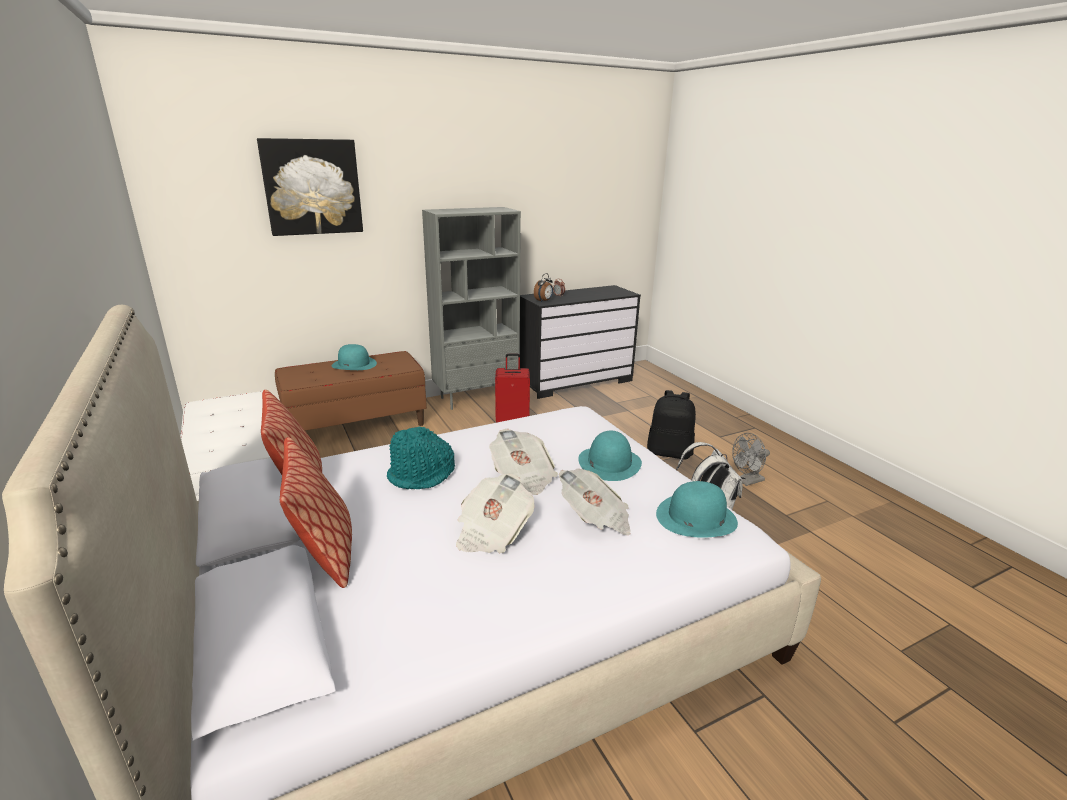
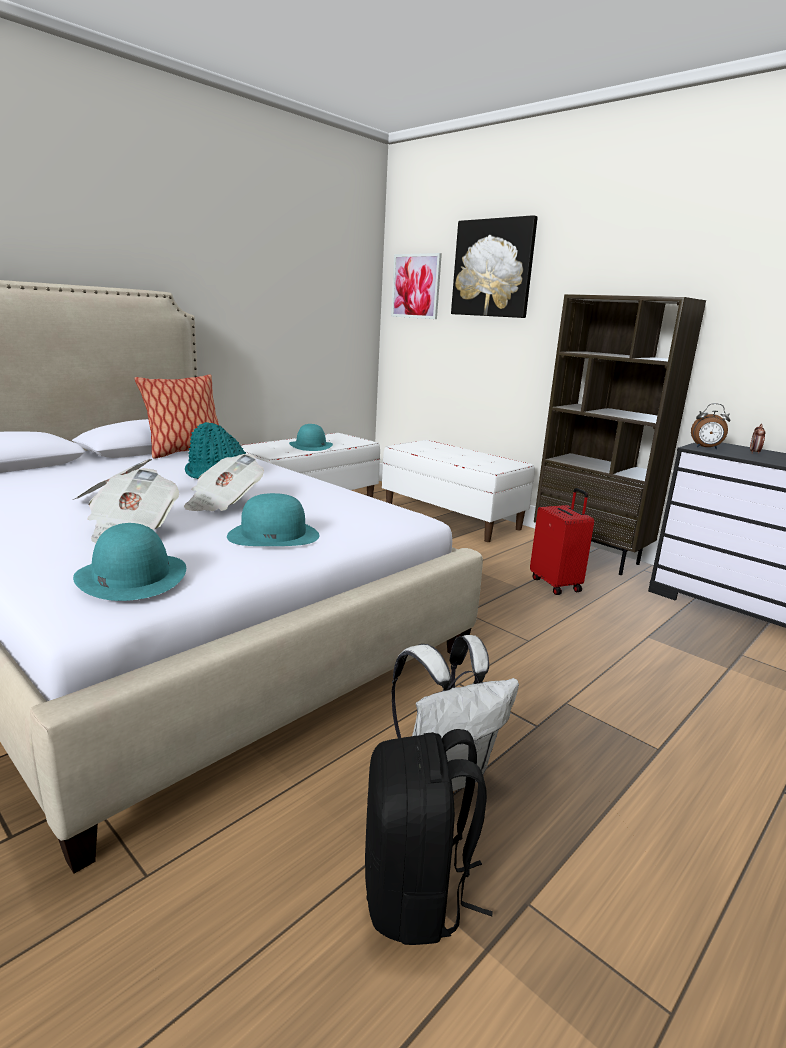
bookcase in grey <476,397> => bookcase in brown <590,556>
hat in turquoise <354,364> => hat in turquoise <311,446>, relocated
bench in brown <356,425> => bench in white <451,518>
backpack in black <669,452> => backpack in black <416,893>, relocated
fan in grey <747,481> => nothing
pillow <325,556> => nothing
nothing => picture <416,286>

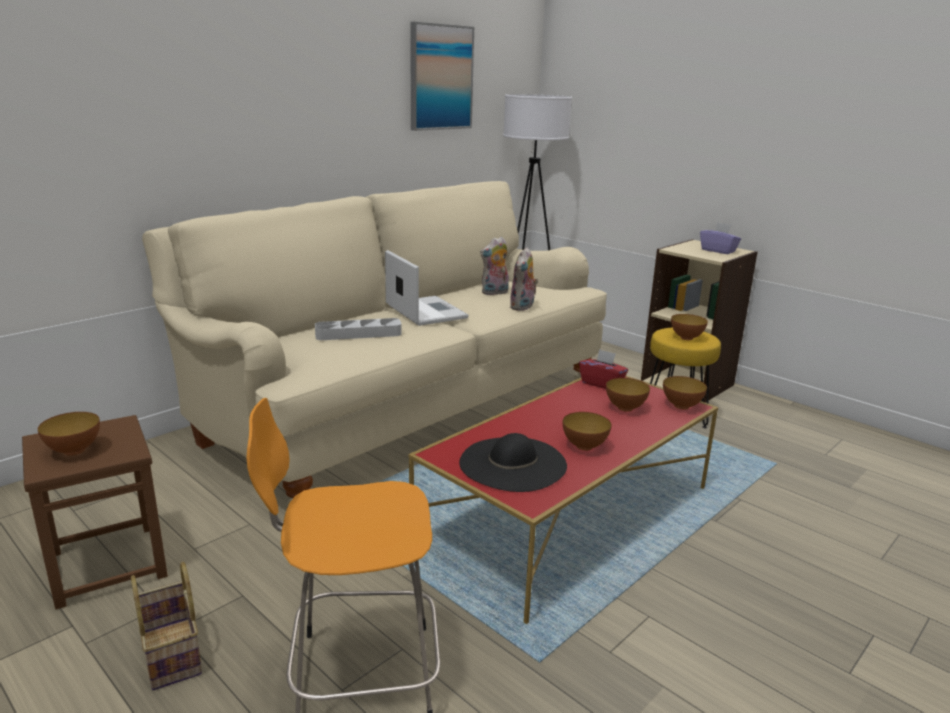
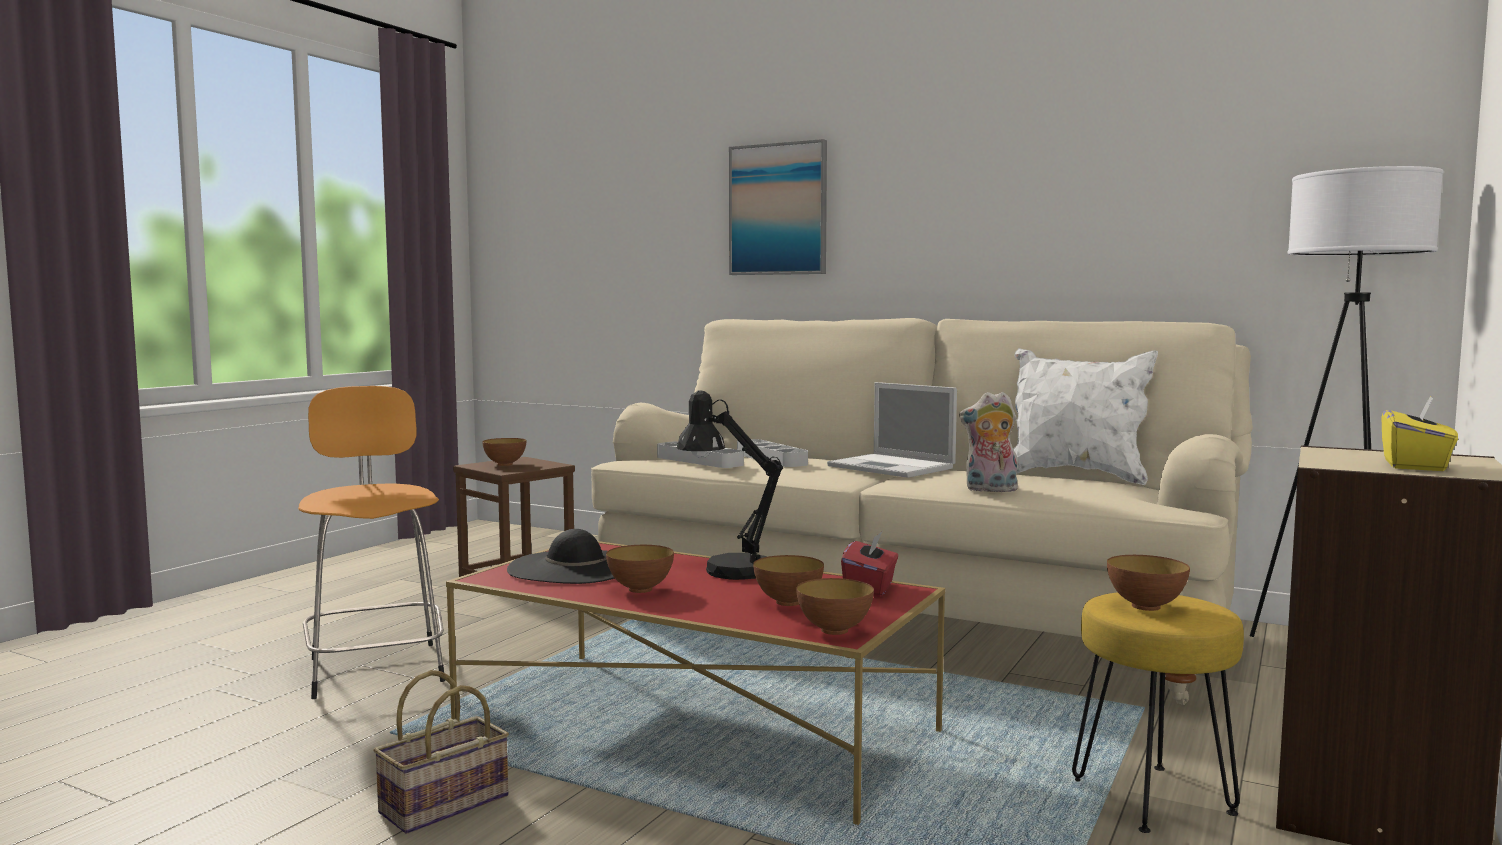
picture <440,77> => picture <778,209>, relocated
tissue box in purple <718,251> => tissue box in yellow <1415,465>
plush toy <495,293> => nothing
laptop <425,311> => laptop <893,467>, 90 degrees clockwise
basket <173,654> => basket <443,806>, relocated
nothing => pillow in white <1075,476>
nothing => table lamp in black <727,569>
nothing => tray in grey <699,461>

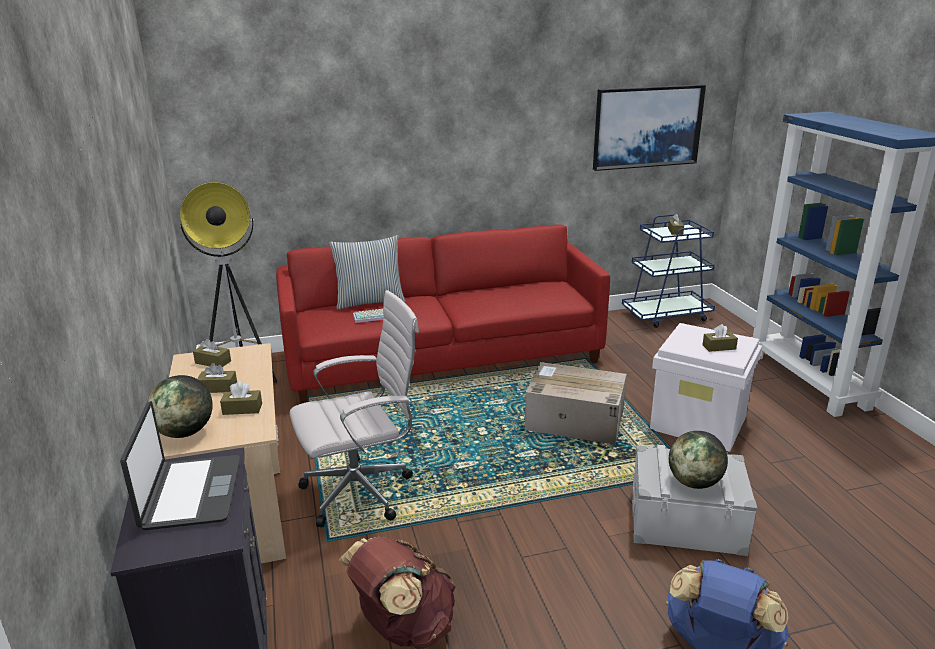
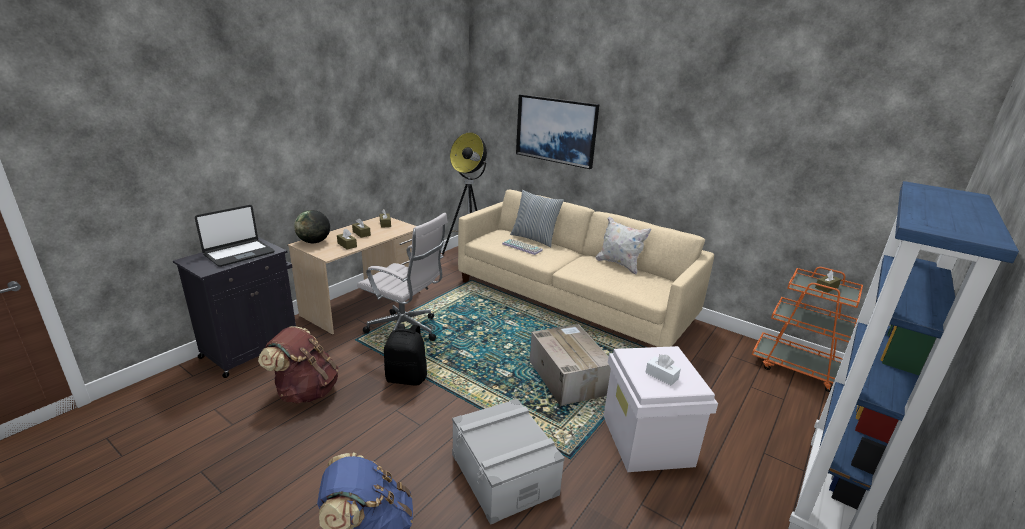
picture <647,127> => picture <556,130>, relocated
cart in blue <666,315> => cart in orange <798,368>
sofa in red <443,357> => sofa in beige <572,300>
tissue box in brown <719,347> => tissue box in white <661,375>
globe <694,483> => nothing
nothing => pillow in white <619,265>
nothing => backpack in black <407,378>

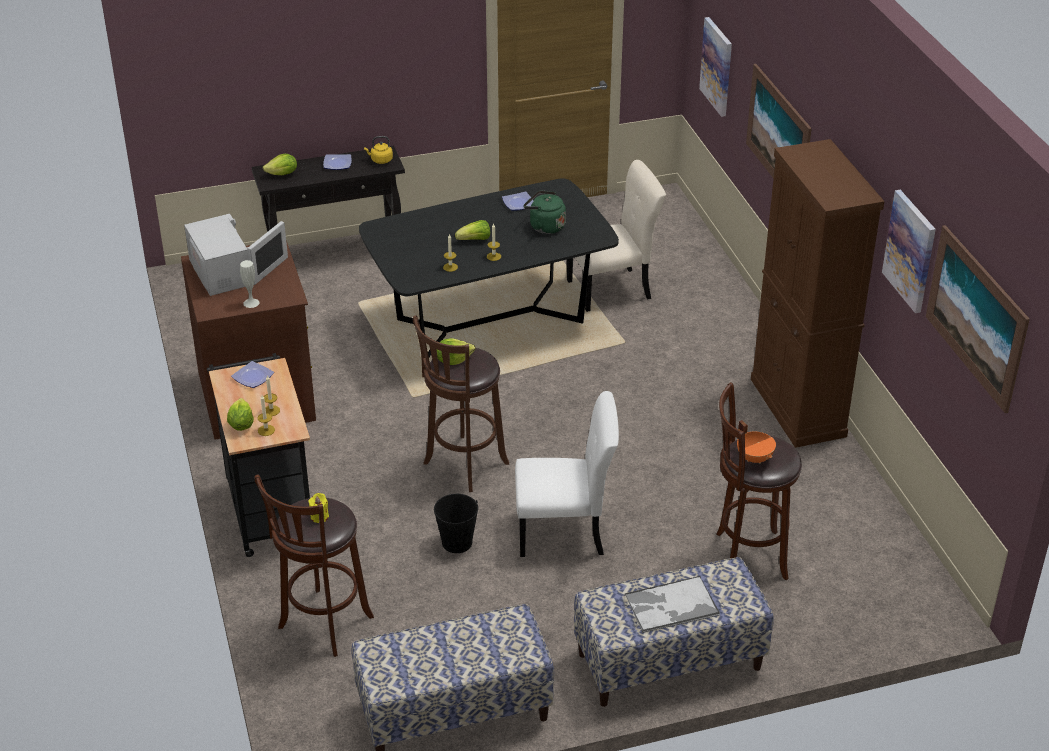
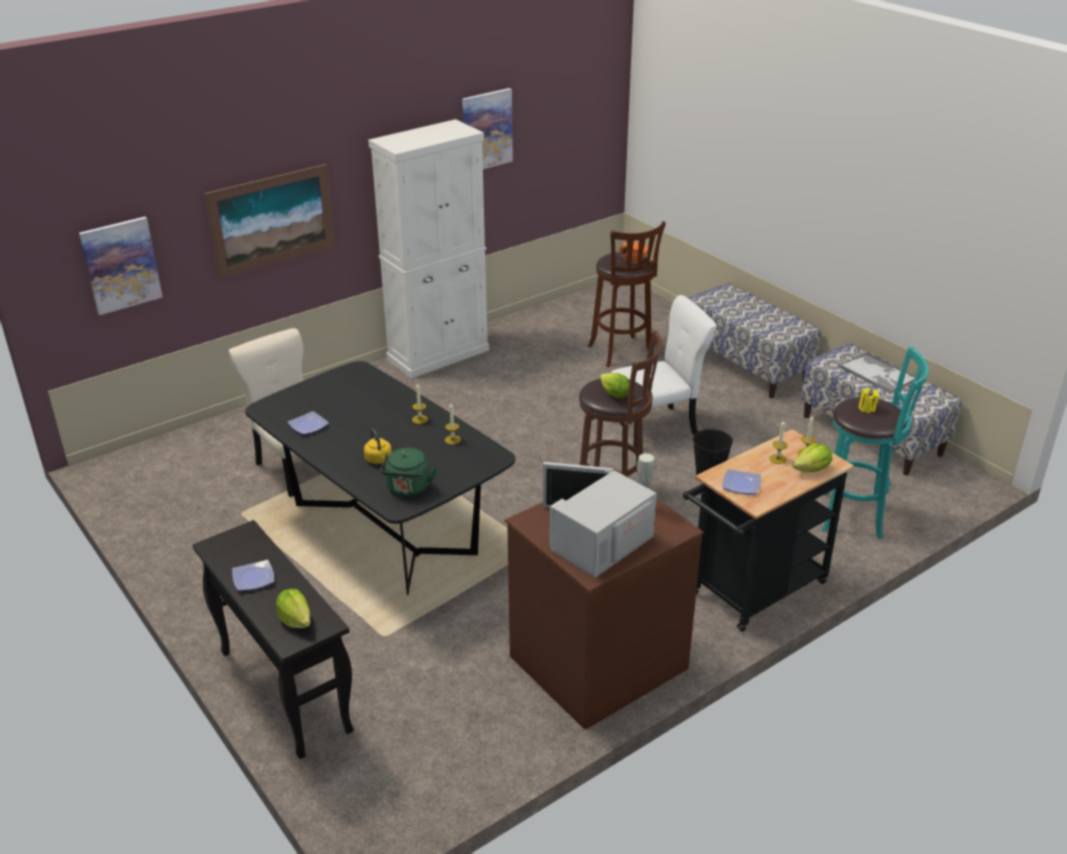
kettle in yellow <380,160> => kettle in yellow <379,460>, relocated
cabinet in brown <798,408> => cabinet in white <438,355>
kettle in green <545,226> => kettle in green <408,489>, relocated
lettuce <475,240> => nothing
picture <976,317> => nothing
chair in white <565,533> => chair in white <657,427>, 90 degrees clockwise
stool in brown <322,625> => stool in turquoise <856,516>
tray <670,606> => tray <878,374>, relocated

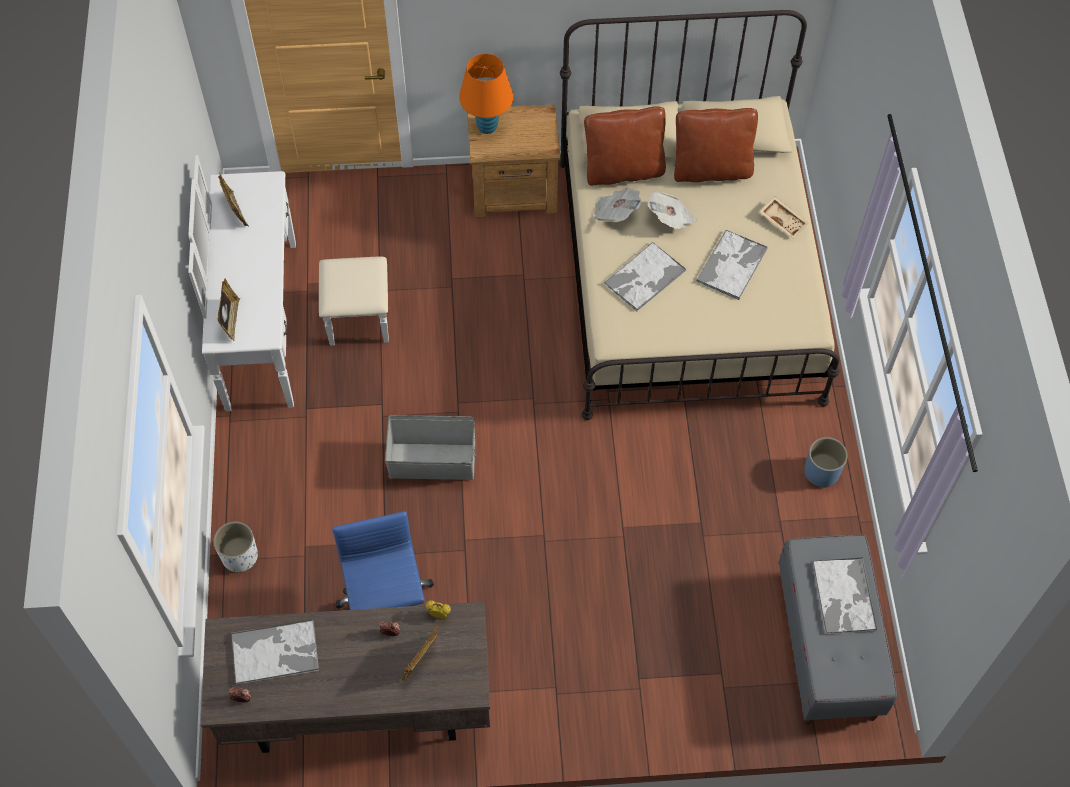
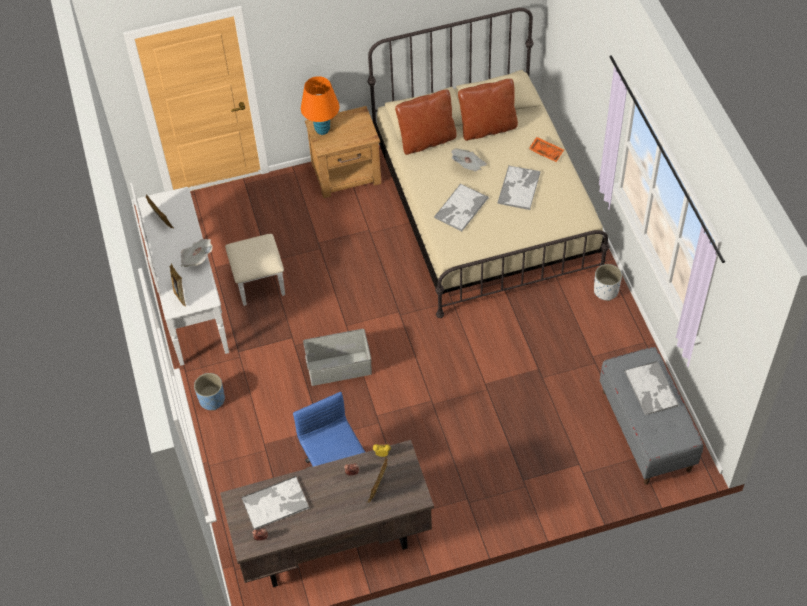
newspaper <615,213> => newspaper <196,258>, relocated
tray in beige <783,220> => tray in orange <546,152>
planter in blue <821,472> => planter in blue <212,399>, relocated
planter in white <240,556> => planter in white <606,291>, relocated

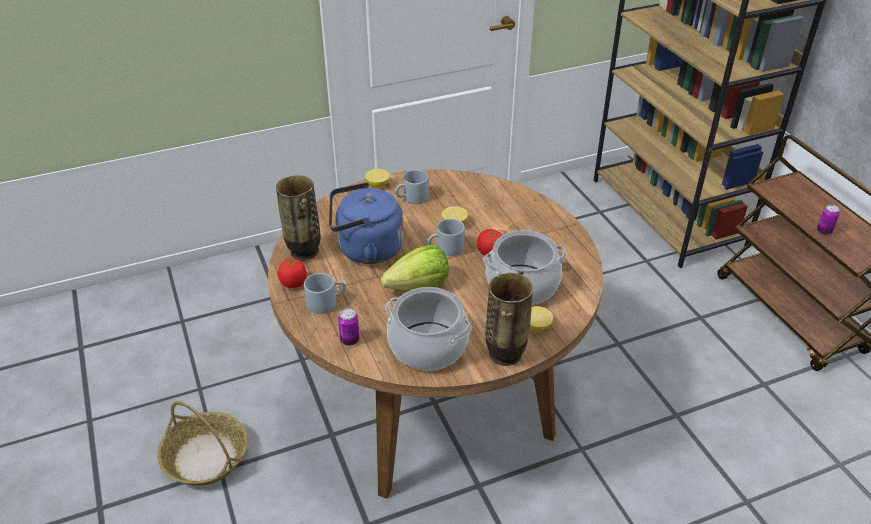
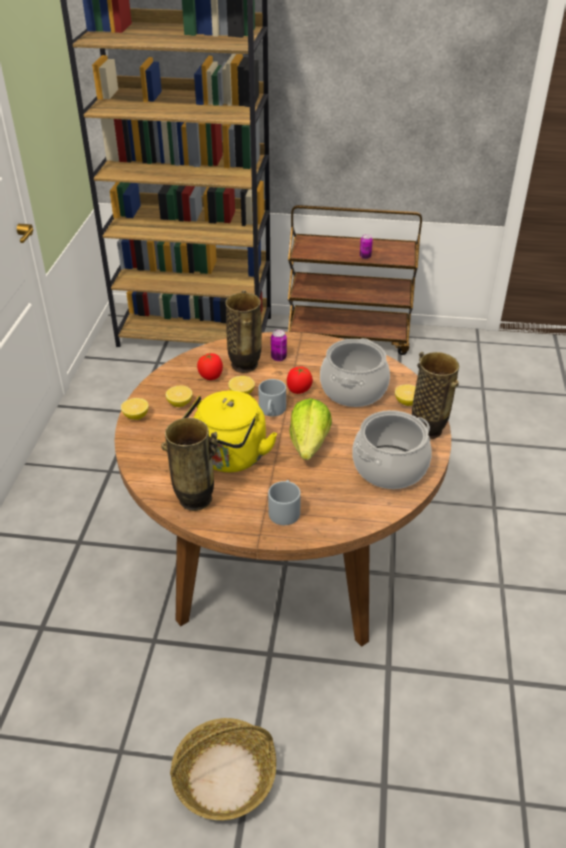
mug in grey <412,198> => lemon <180,403>
kettle in blue <366,249> => kettle in yellow <229,458>
tomato <294,283> => tomato <211,376>, relocated
can <350,340> => can <278,358>, relocated
nothing => vase <245,365>

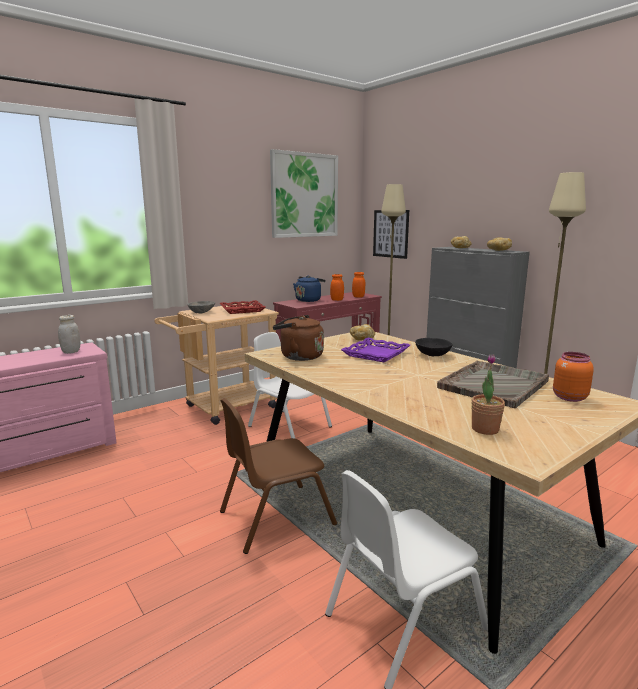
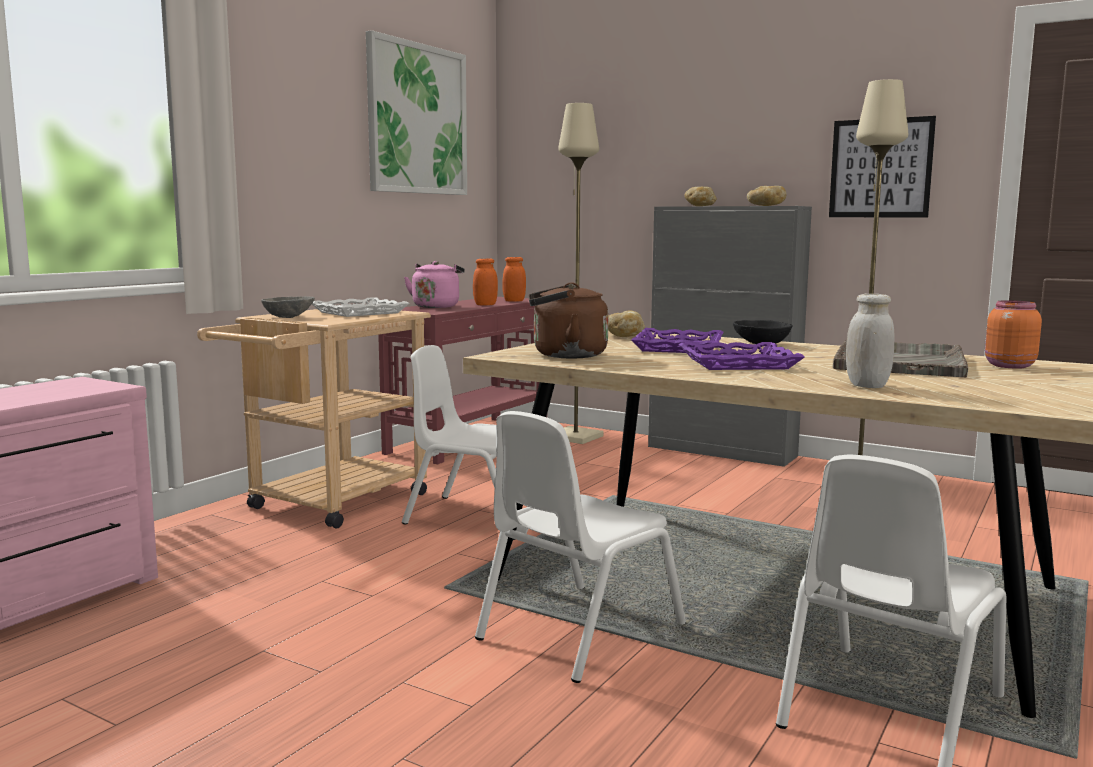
picture <390,233> => picture <880,168>, relocated
kettle in blue <309,300> => kettle in pink <436,306>
tray in red <242,310> => tray in white <359,312>
jar in white <71,352> => jar in white <867,385>, relocated
potted plant <485,429> => nothing
chair in brown <275,517> => chair in white <578,631>
nothing => tray in purple <738,364>

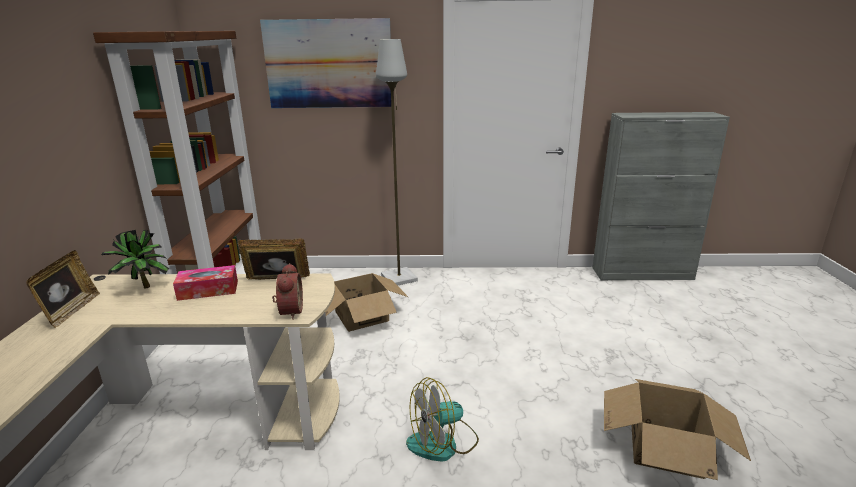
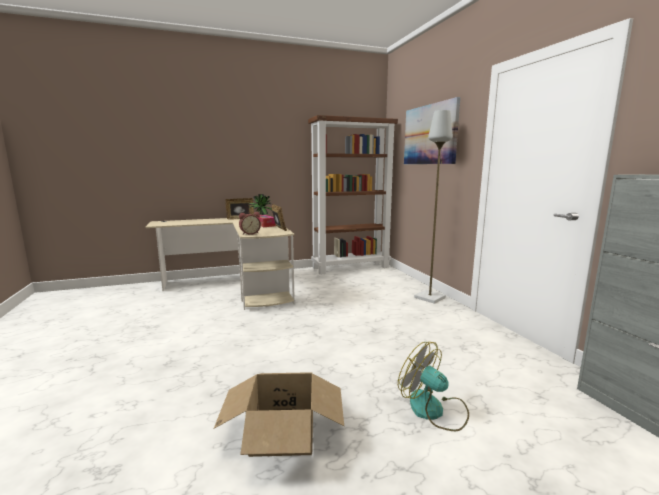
cardboard box <361,316> => nothing
fan <443,443> => fan <434,410>, relocated

